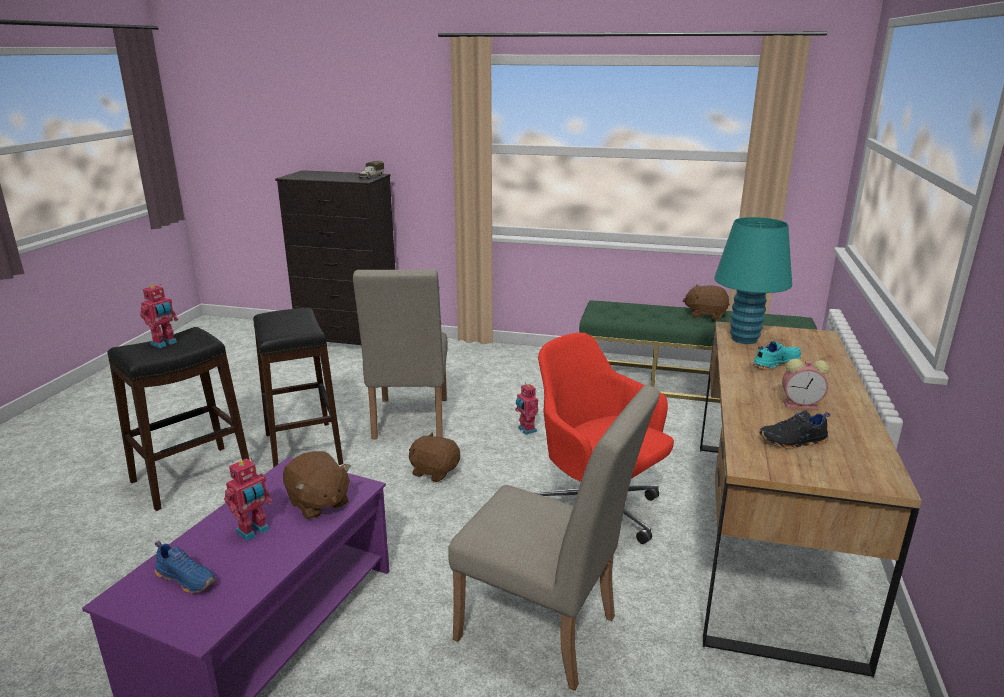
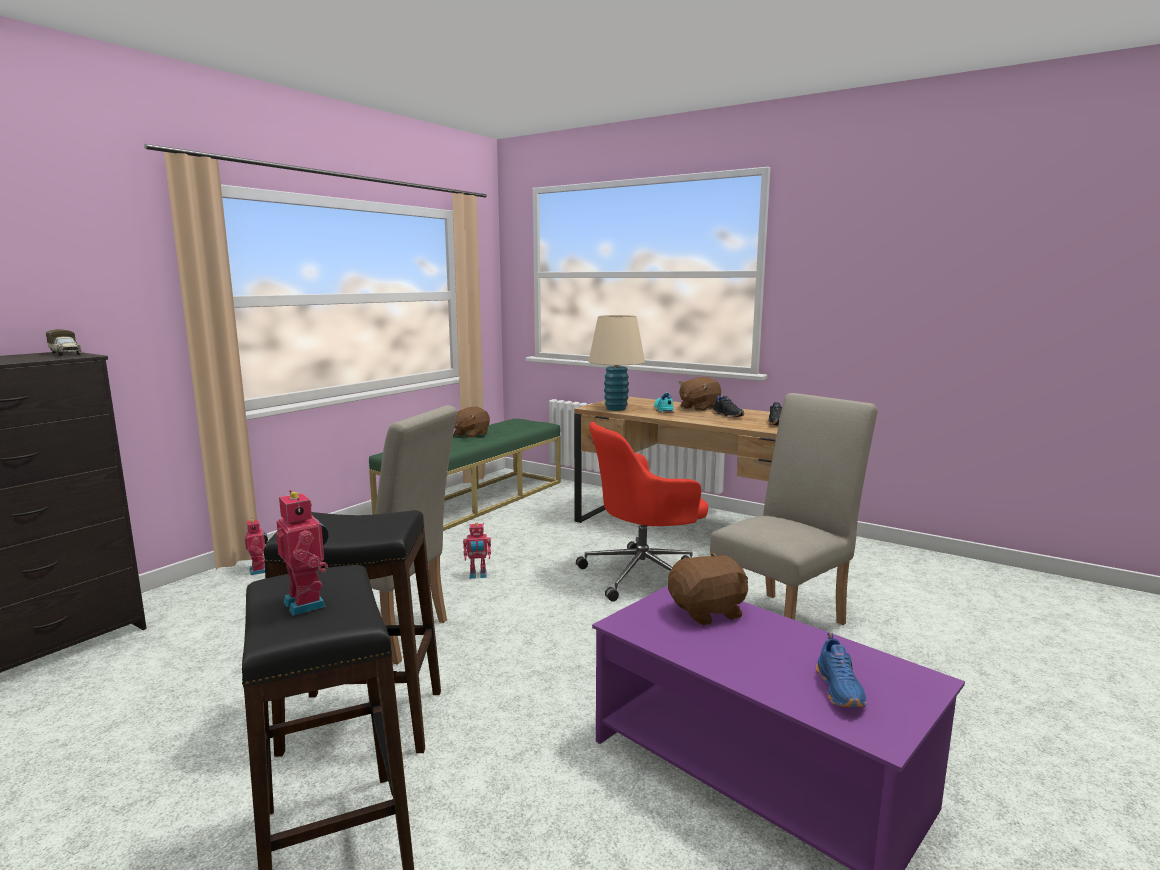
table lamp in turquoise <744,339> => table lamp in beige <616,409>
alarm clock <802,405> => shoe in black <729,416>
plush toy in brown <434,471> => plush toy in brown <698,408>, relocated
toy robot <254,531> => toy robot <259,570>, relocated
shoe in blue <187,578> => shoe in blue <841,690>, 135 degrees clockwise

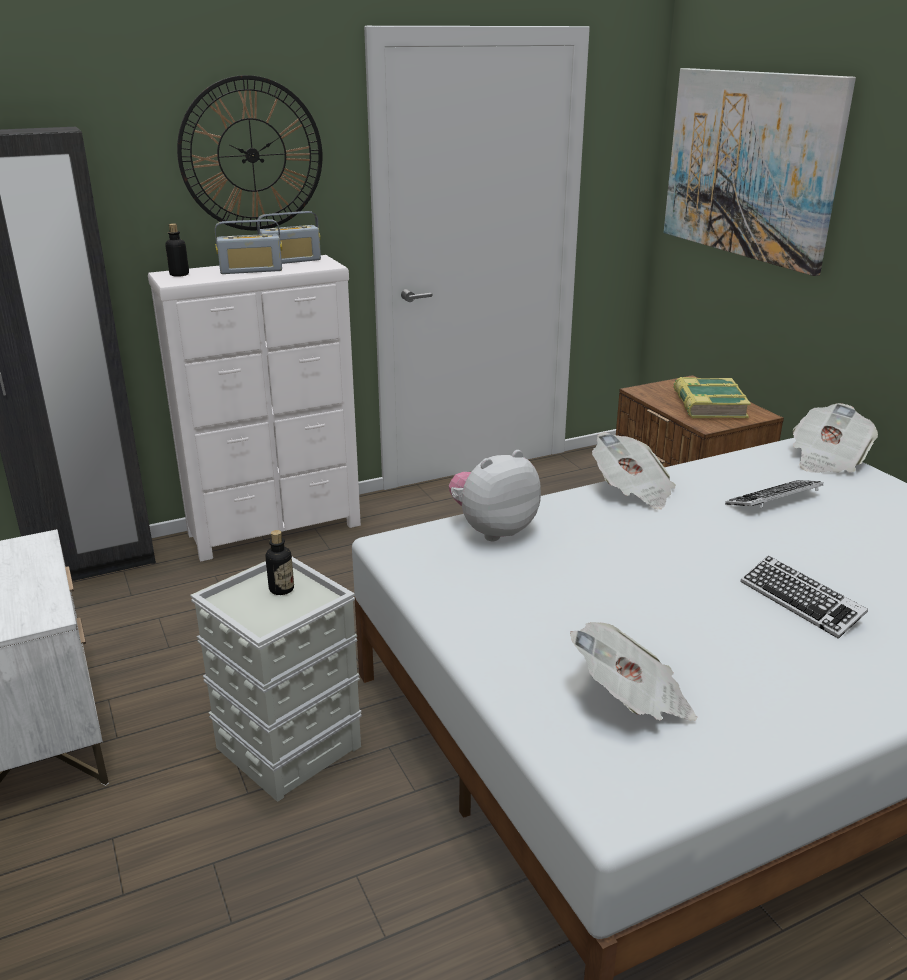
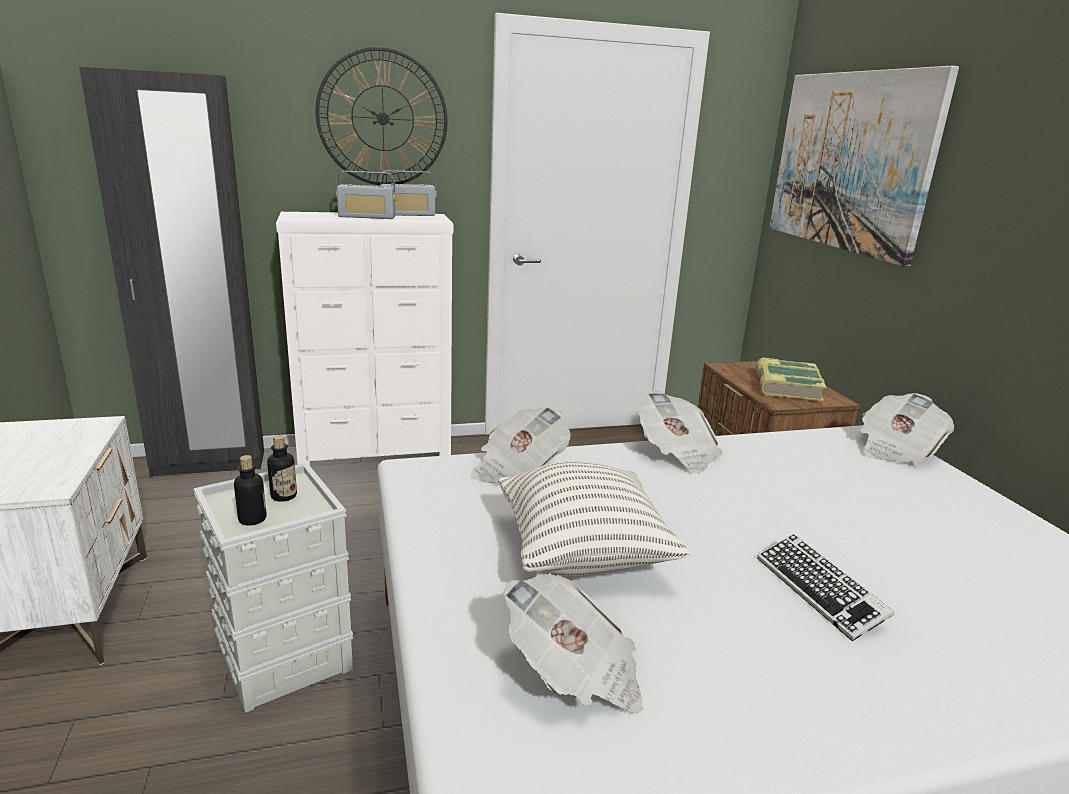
bottle <179,274> => bottle <252,519>, relocated
plush toy <493,530> => newspaper <518,470>
keyboard <773,500> => nothing
nothing => pillow <582,553>

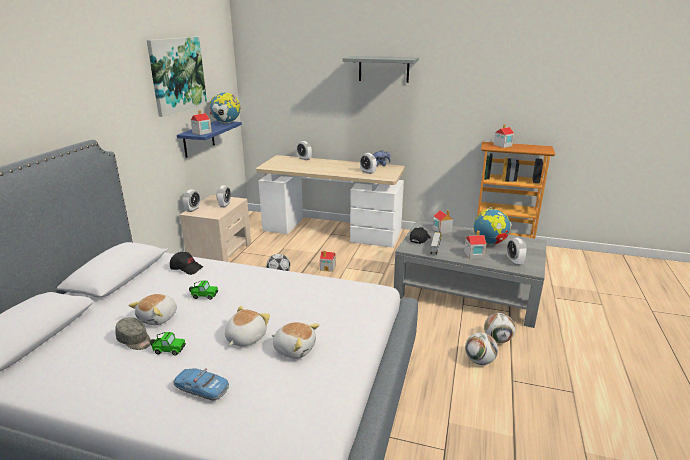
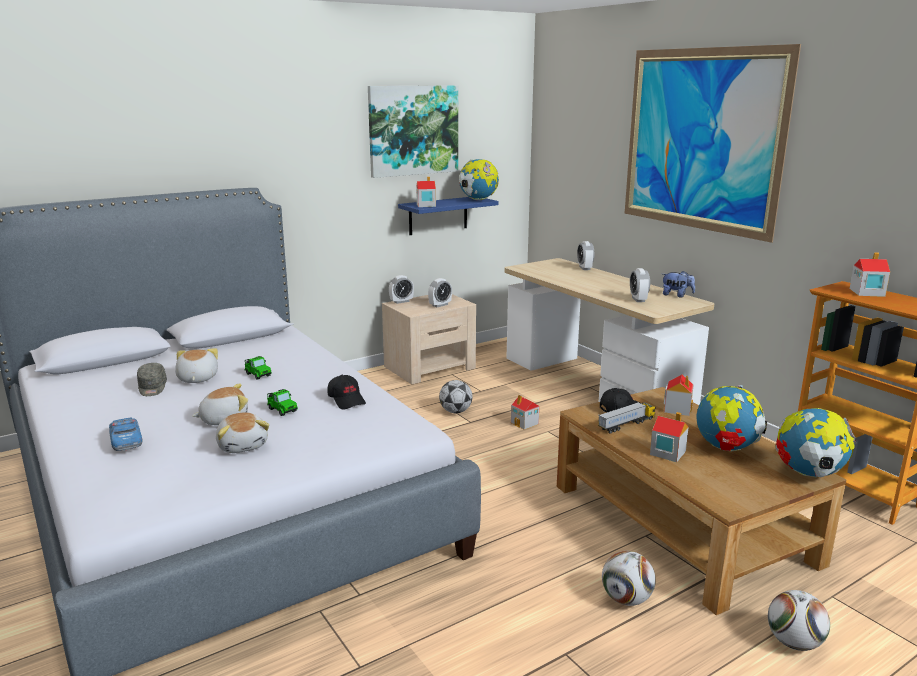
shelf in grey <383,69> => picture <701,140>
coffee table in grey <466,291> => coffee table in brown <680,522>
alarm clock <514,262> => nothing
cap in black <186,268> => cap in black <347,400>, relocated
plush toy <159,318> => plush toy <196,379>, 105 degrees clockwise
toy car <168,350> => toy car <281,410>, relocated
football <479,361> => football <793,642>, relocated
nothing => globe <809,474>

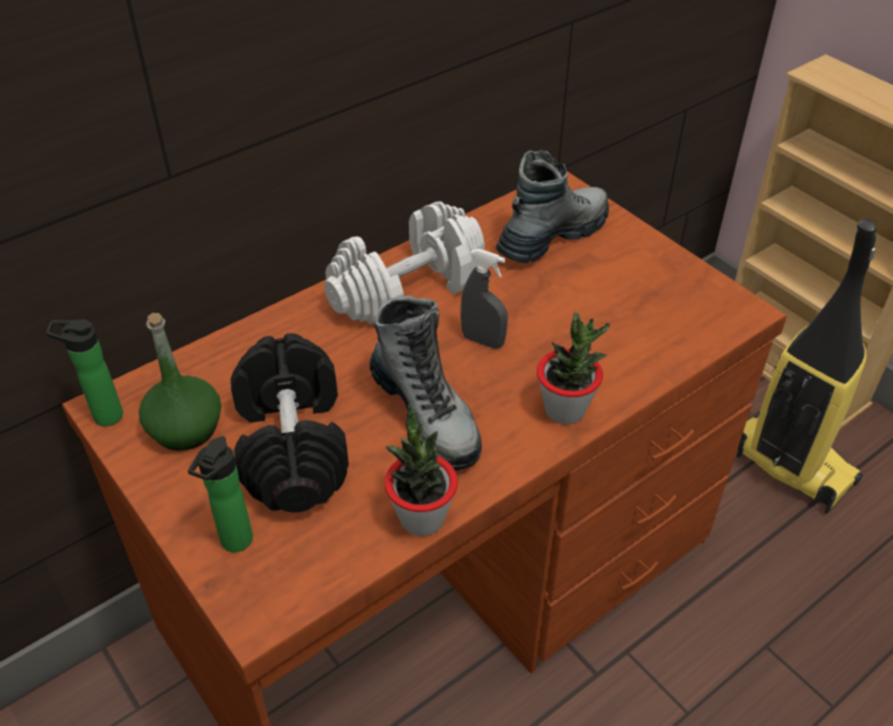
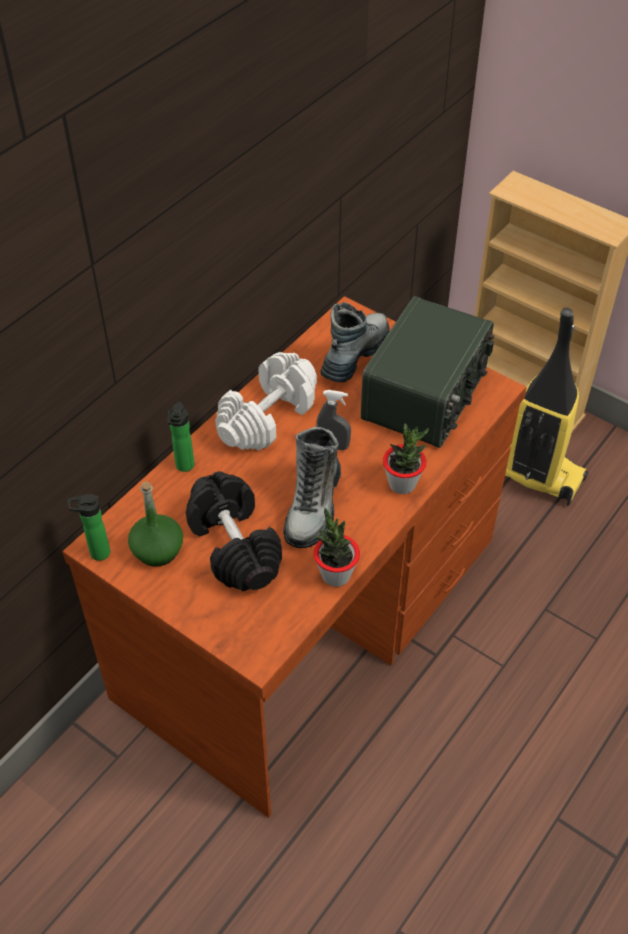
boot <425,414> => boot <313,506>, 60 degrees clockwise
bottle <234,543> => bottle <184,467>, relocated
nothing => radio <426,396>

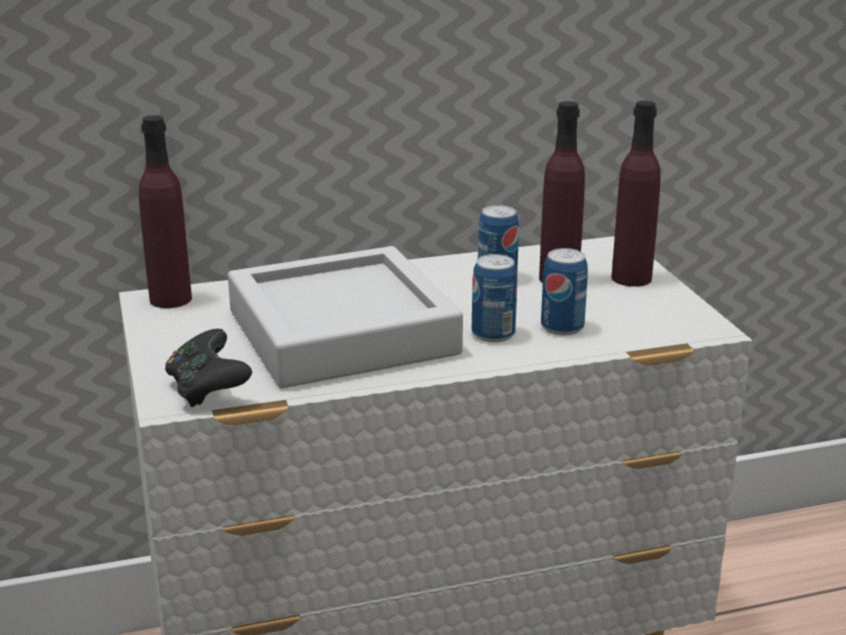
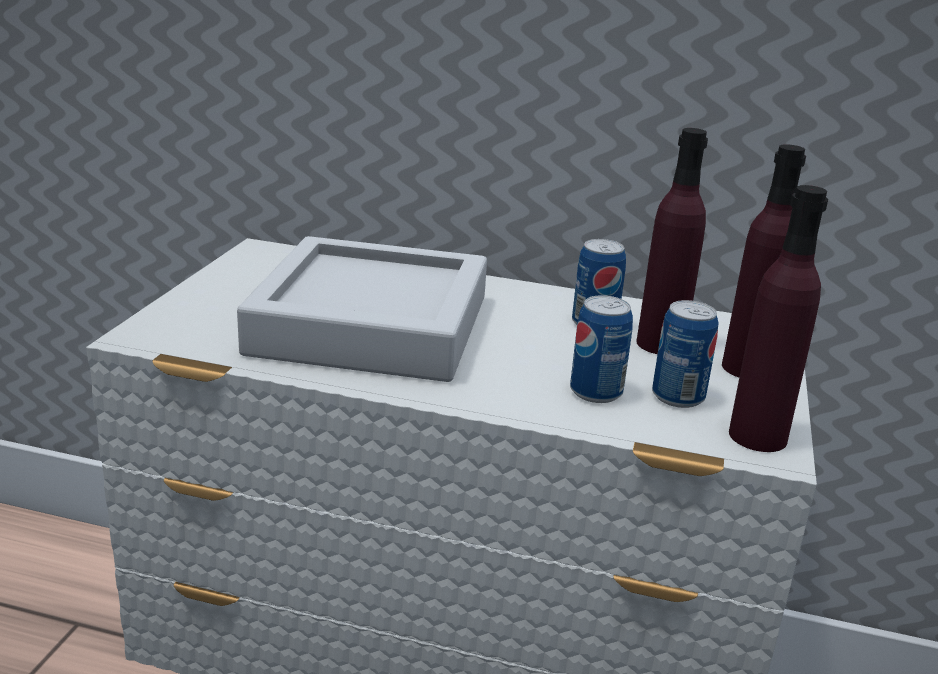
bottle in purple <170,299> => bottle in purple <757,436>, relocated
can <493,334> => can <678,396>, relocated
game controller in black <207,389> => nothing

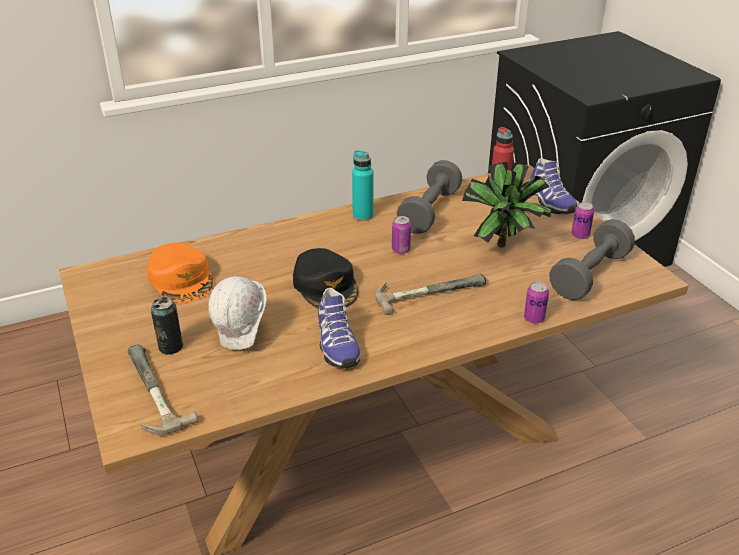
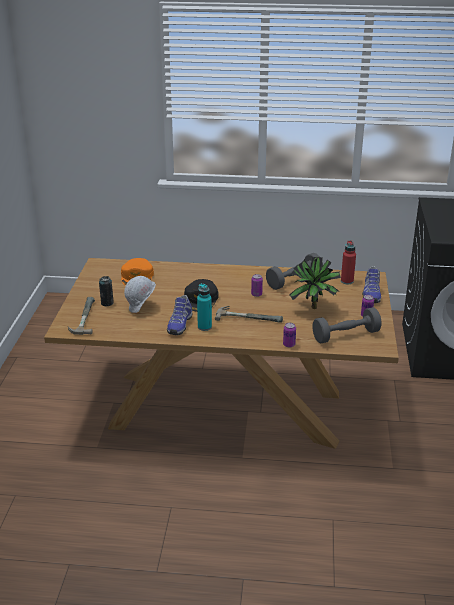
bottle in turquoise <363,215> => bottle in turquoise <204,327>, relocated

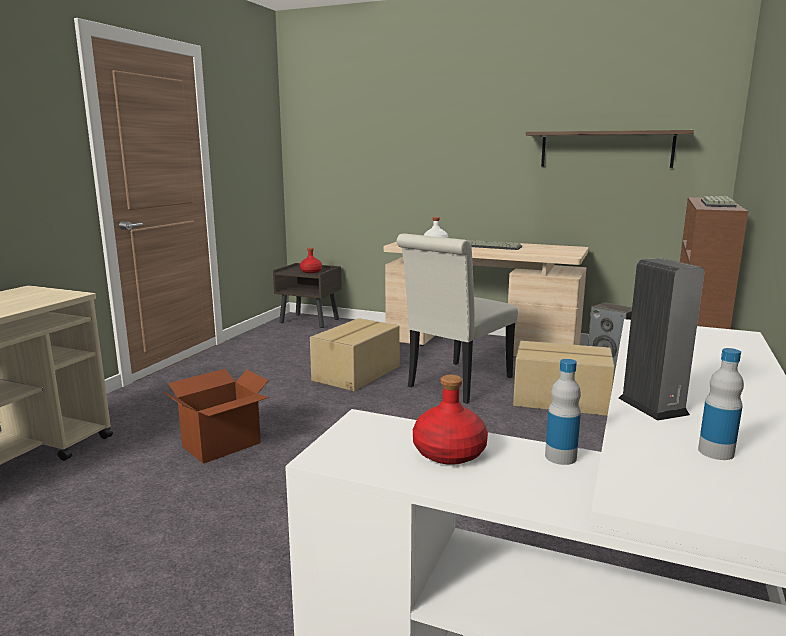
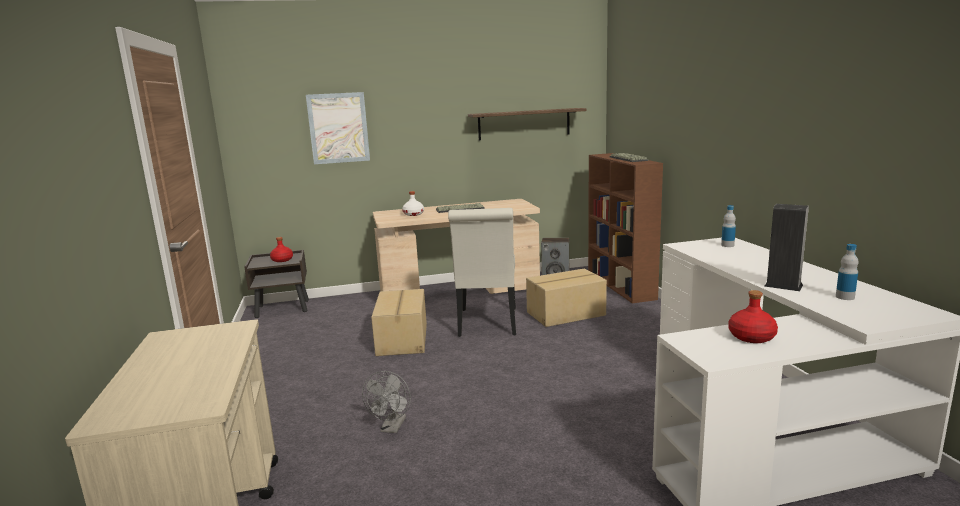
bottle <560,457> => bottle <727,245>, relocated
cardboard box <222,445> => fan in grey <392,428>
nothing => picture <338,128>

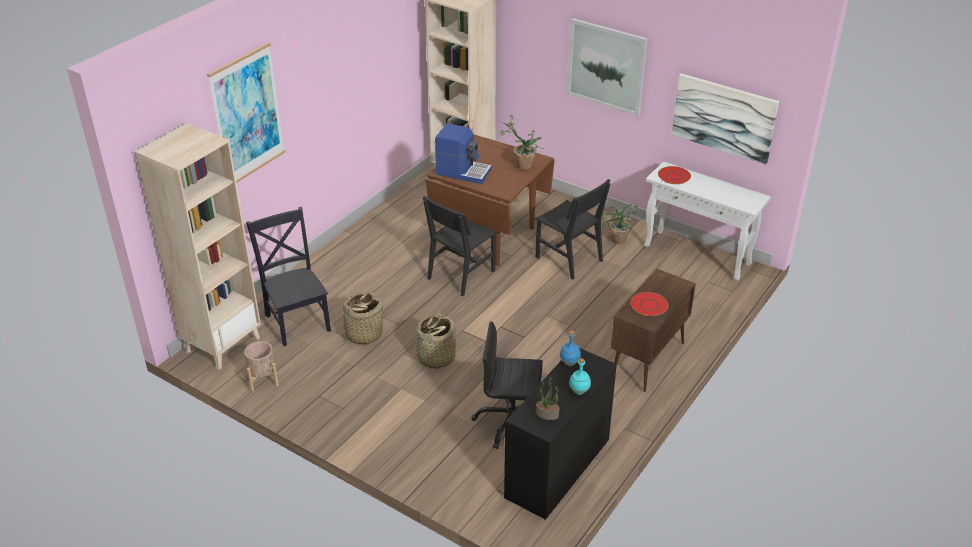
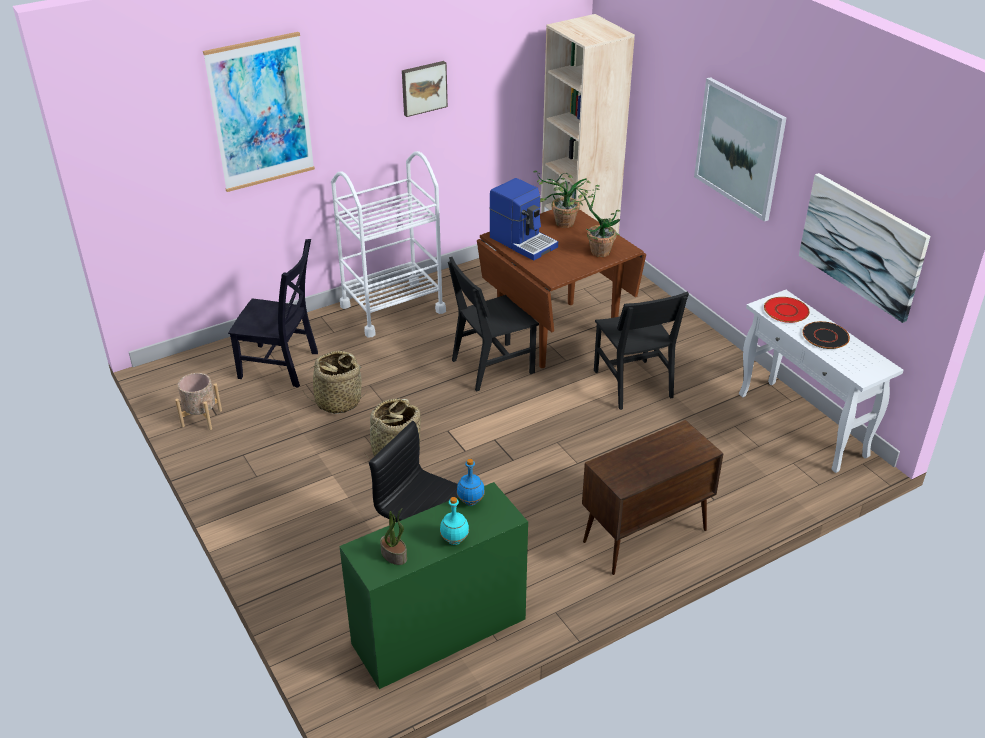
bookcase in beige <222,344> => nothing
potted plant <615,241> => potted plant <559,224>, relocated
chair in black <297,321> => chair in black <282,366>, 105 degrees clockwise
plate in red <649,305> => nothing
desk in black <558,468> => desk in green <439,632>
nothing => picture <423,88>
nothing => cart in white <392,308>
nothing => plate in black <825,336>

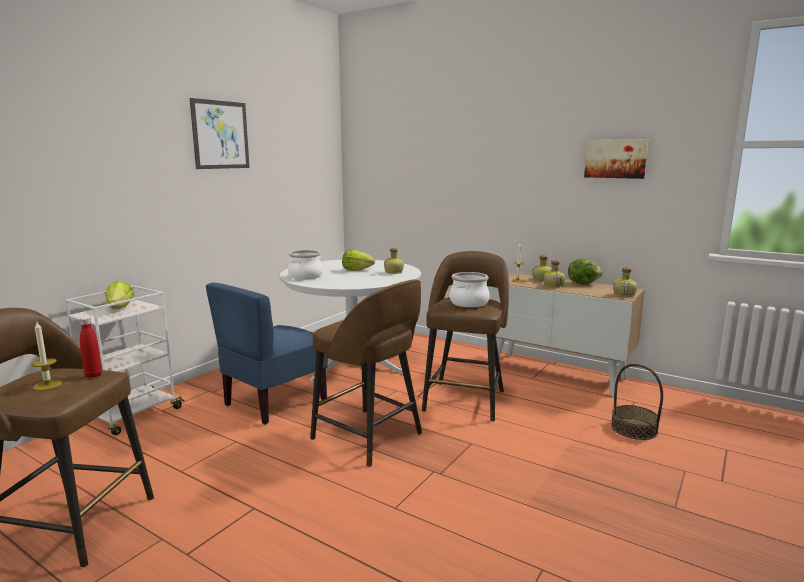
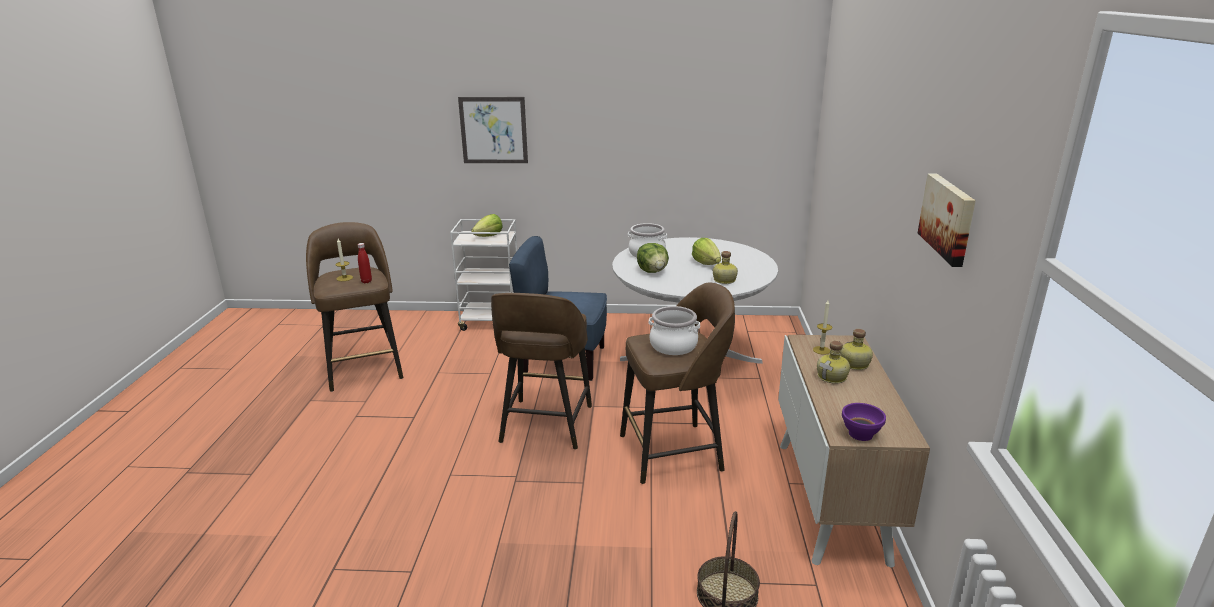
picture <220,135> => picture <493,130>, relocated
lettuce <582,283> => lettuce <653,271>, relocated
bottle <624,294> => bowl in purple <861,434>

